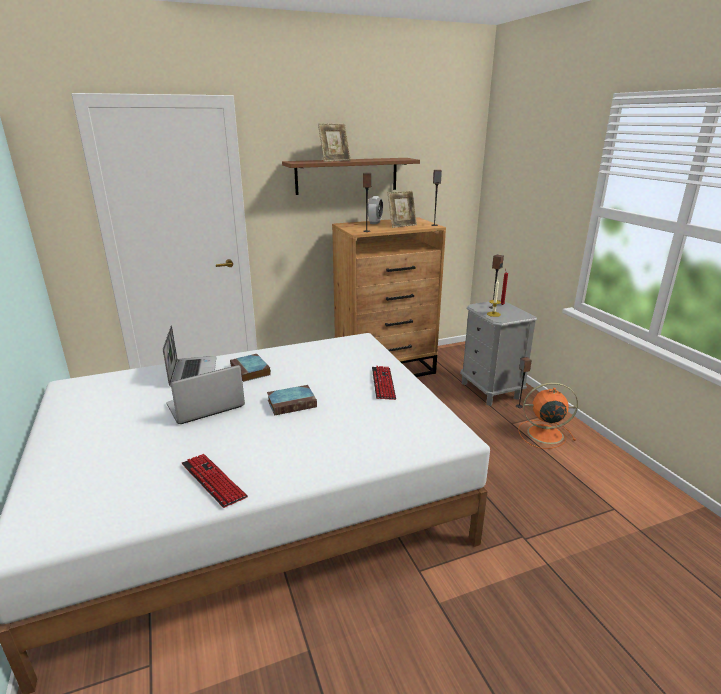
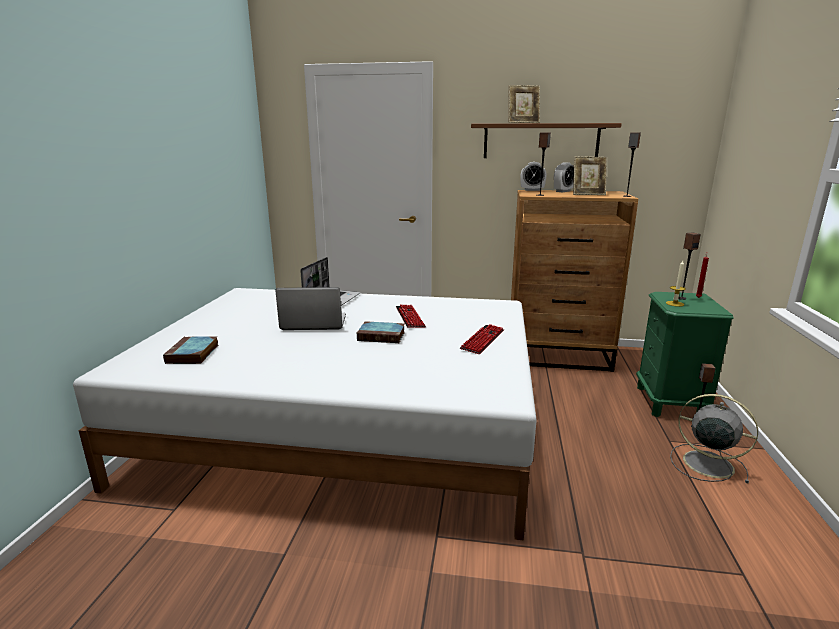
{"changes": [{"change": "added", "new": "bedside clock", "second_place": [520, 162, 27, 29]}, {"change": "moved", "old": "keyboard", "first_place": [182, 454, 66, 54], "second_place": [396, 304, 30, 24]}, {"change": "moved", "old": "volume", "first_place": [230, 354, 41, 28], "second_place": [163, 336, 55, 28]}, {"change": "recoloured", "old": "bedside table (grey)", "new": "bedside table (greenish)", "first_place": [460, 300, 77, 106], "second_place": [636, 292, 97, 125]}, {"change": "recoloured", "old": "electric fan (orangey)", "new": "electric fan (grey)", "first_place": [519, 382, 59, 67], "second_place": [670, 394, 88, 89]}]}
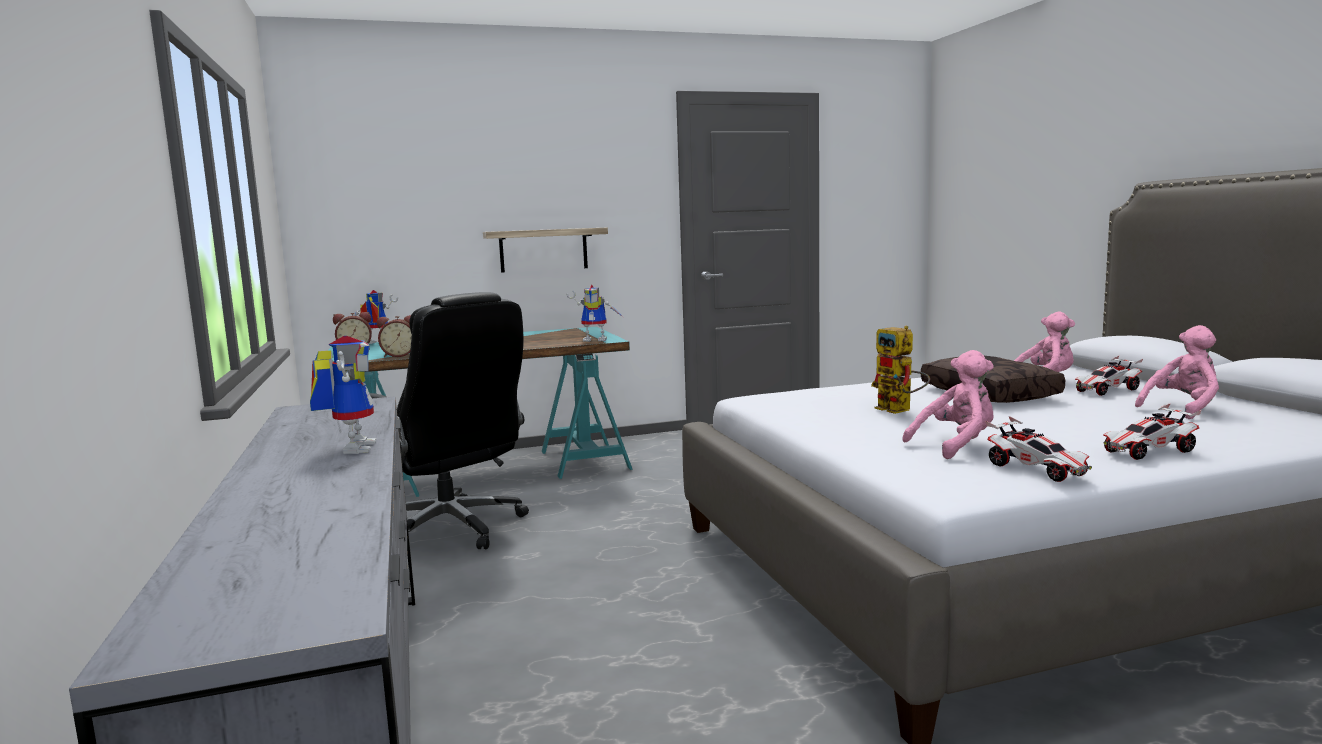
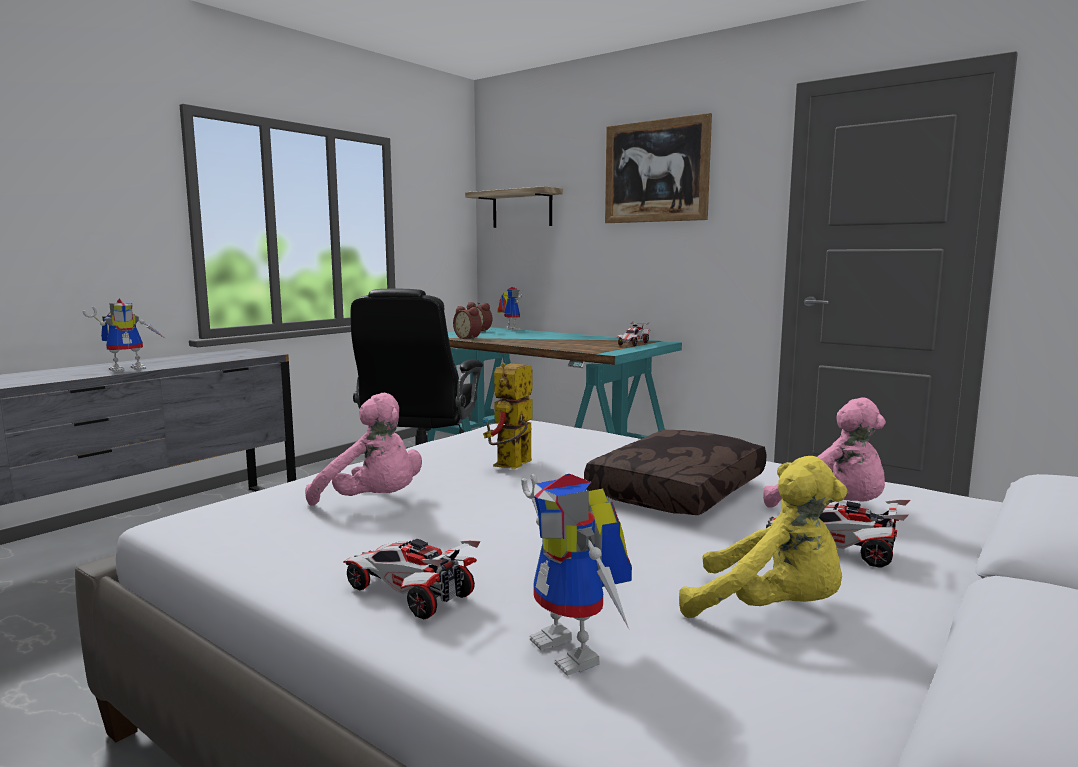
{"changes": [{"change": "added", "new": "wall picture", "second_place": [605, 113, 107, 110]}, {"change": "moved", "old": "shelf", "first_place": [483, 228, 125, 45], "second_place": [465, 186, 98, 42]}, {"change": "moved", "old": "robot figure", "first_place": [566, 284, 57, 58], "second_place": [521, 474, 111, 202]}, {"change": "moved", "old": "toy car", "first_place": [985, 416, 107, 66], "second_place": [617, 322, 33, 25]}, {"change": "recoloured", "old": "soft toy (pink-coloured)", "new": "soft toy (yellow-coloured)", "first_place": [1135, 325, 84, 94], "second_place": [679, 456, 168, 162]}]}
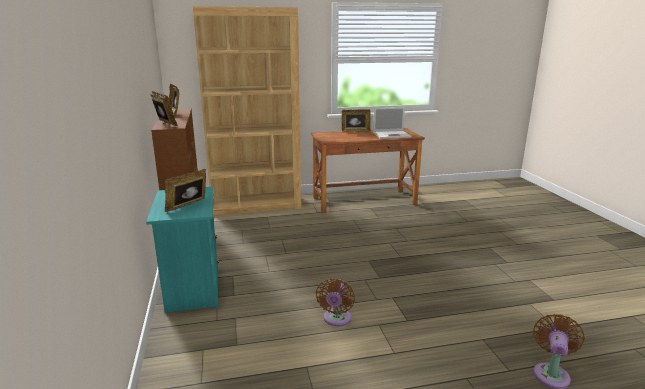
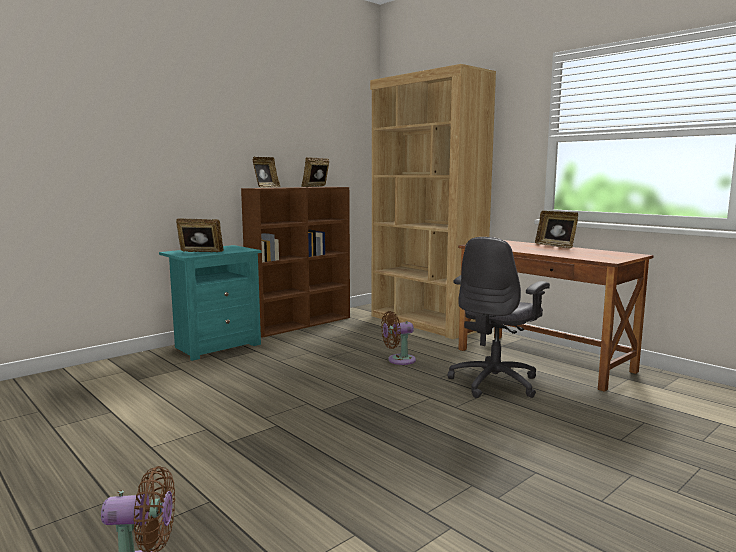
{"changes": [{"change": "removed", "old": "portable computer", "first_place": [373, 107, 39, 32]}, {"change": "added", "new": "office chair (grey)", "second_place": [447, 237, 103, 161]}, {"change": "moved", "old": "electric fan (brownish)", "first_place": [316, 278, 39, 48], "second_place": [381, 311, 35, 54]}]}
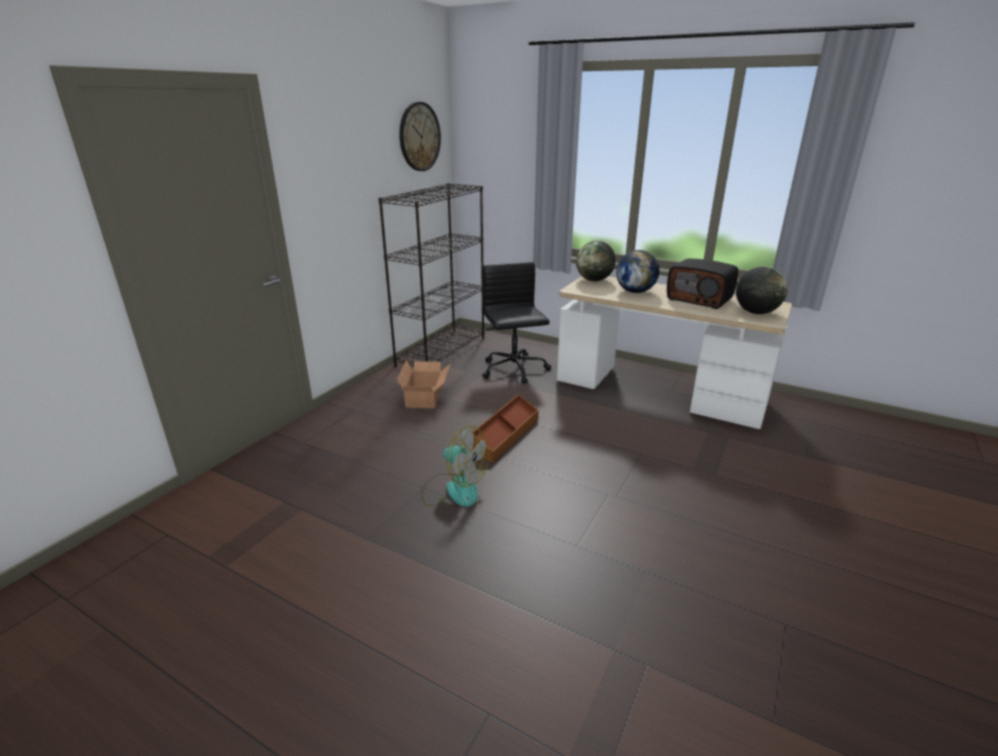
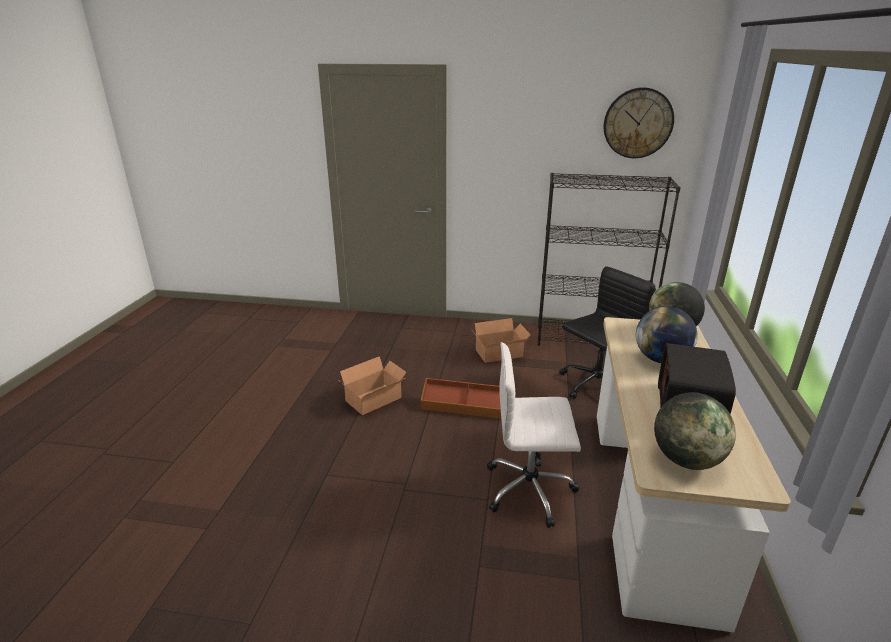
{"changes": [{"change": "added", "new": "office chair (white)", "second_place": [487, 342, 94, 186]}, {"change": "replaced", "old": "electric fan", "new": "cardboard box", "first_place": [421, 425, 68, 82], "second_place": [340, 356, 66, 59]}]}
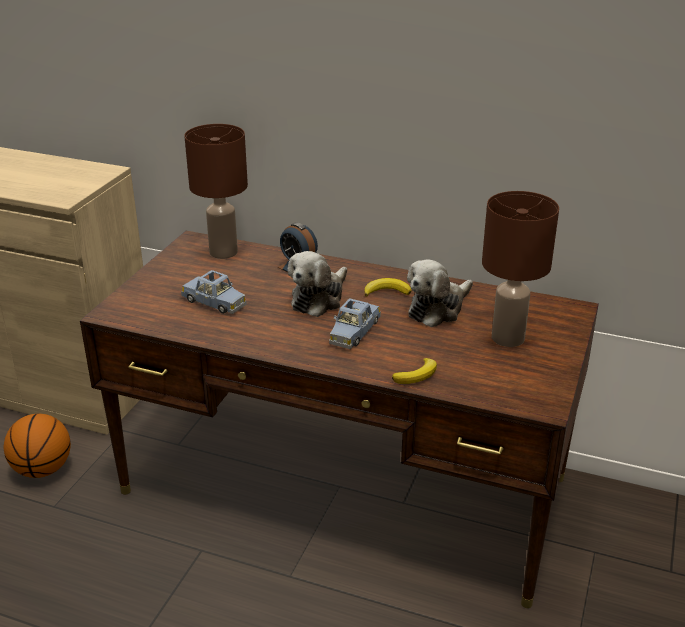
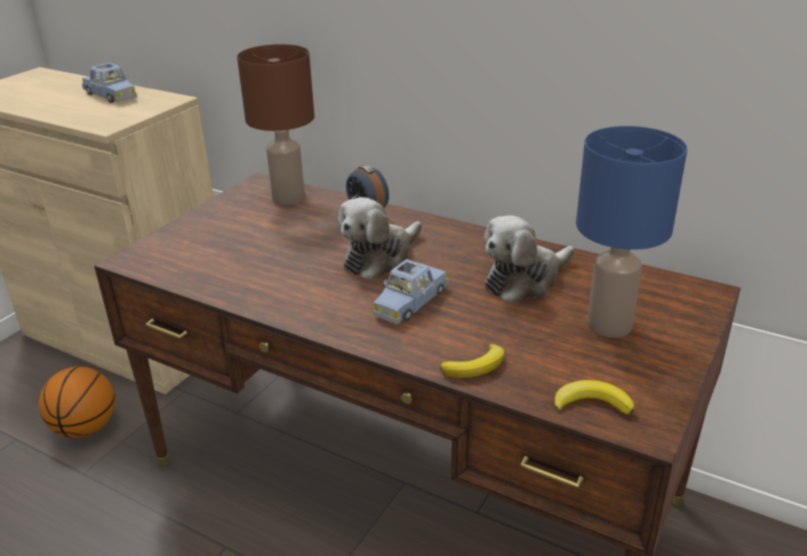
{"changes": [{"change": "moved", "old": "toy car (blue)", "first_place": [181, 270, 66, 44], "second_place": [82, 63, 55, 40]}, {"change": "moved", "old": "banana fruit", "first_place": [365, 278, 46, 19], "second_place": [554, 380, 81, 35]}, {"change": "recoloured", "old": "lamp for a table (brownish)", "new": "lamp for a table (blue)", "first_place": [482, 191, 77, 156], "second_place": [576, 126, 111, 212]}]}
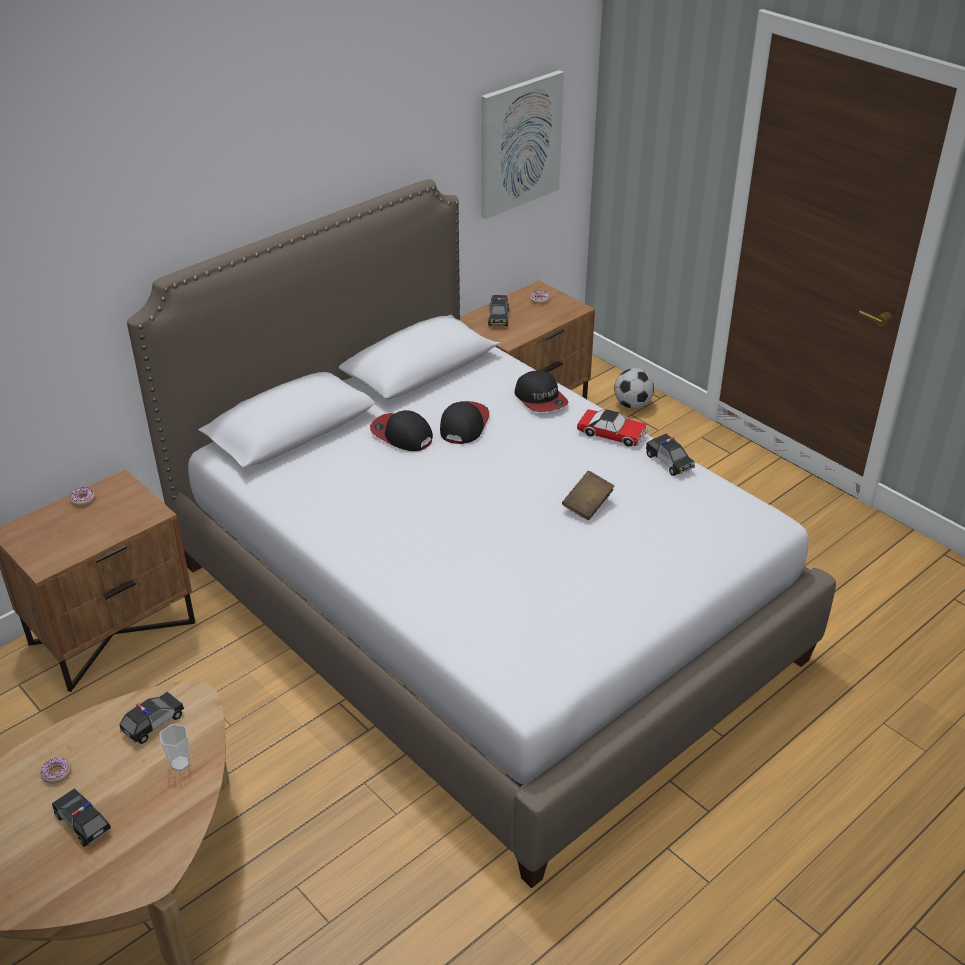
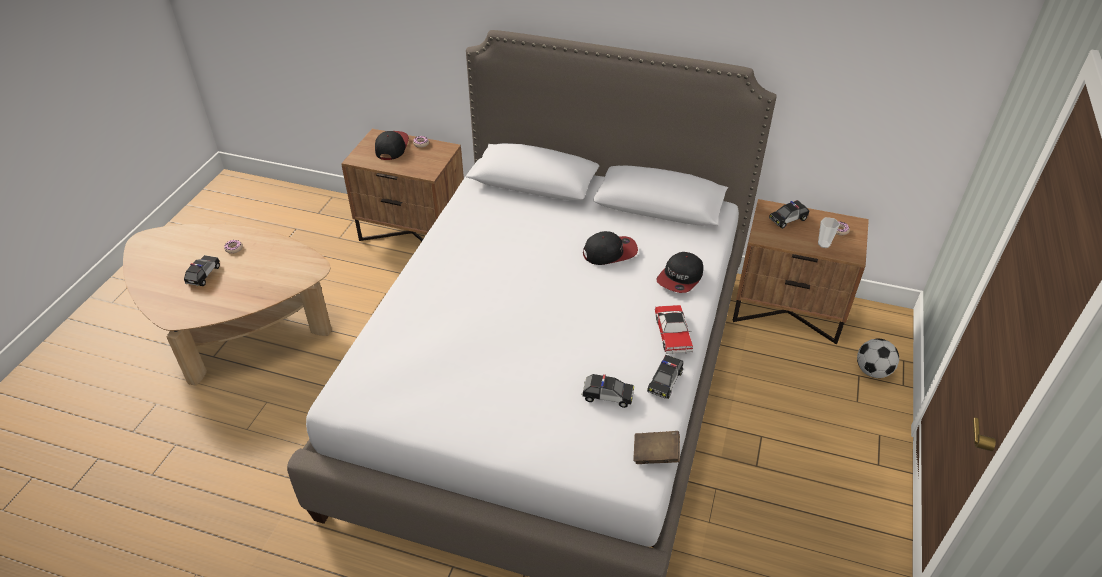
{"changes": [{"change": "removed", "old": "wall picture", "first_place": [481, 70, 83, 149]}, {"change": "moved", "old": "toy car", "first_place": [119, 692, 65, 52], "second_place": [581, 374, 53, 34]}, {"change": "moved", "old": "small cup", "first_place": [159, 724, 31, 47], "second_place": [818, 217, 22, 31]}, {"change": "moved", "old": "cap", "first_place": [370, 410, 63, 41], "second_place": [375, 131, 34, 29]}, {"change": "moved", "old": "volume (brownish)", "first_place": [562, 471, 52, 49], "second_place": [634, 431, 46, 33]}]}
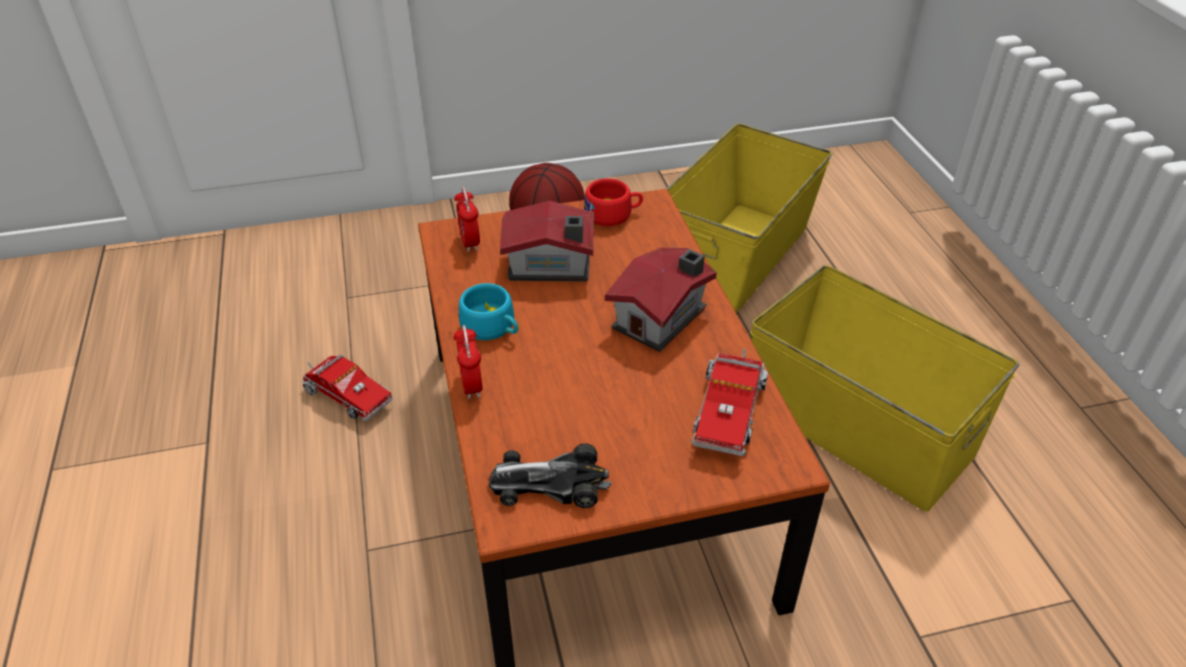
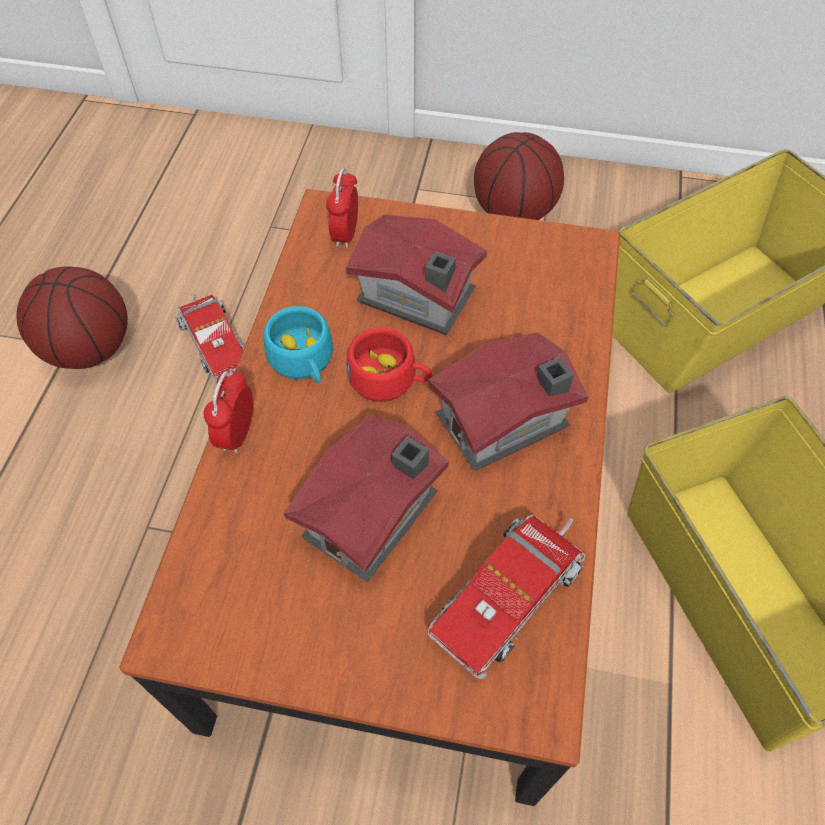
{"changes": [{"change": "removed", "old": "toy car", "first_place": [489, 443, 122, 65]}, {"change": "added", "new": "basketball ball", "second_place": [16, 266, 112, 103]}, {"change": "added", "new": "toy house", "second_place": [284, 414, 165, 169]}, {"change": "moved", "old": "small cup (red-coloured)", "first_place": [584, 178, 59, 48], "second_place": [347, 327, 85, 75]}]}
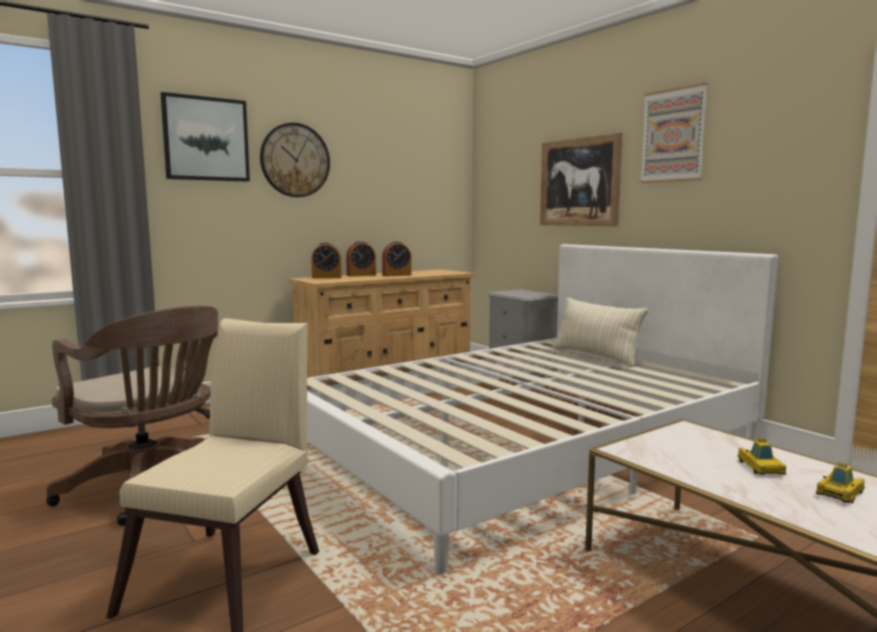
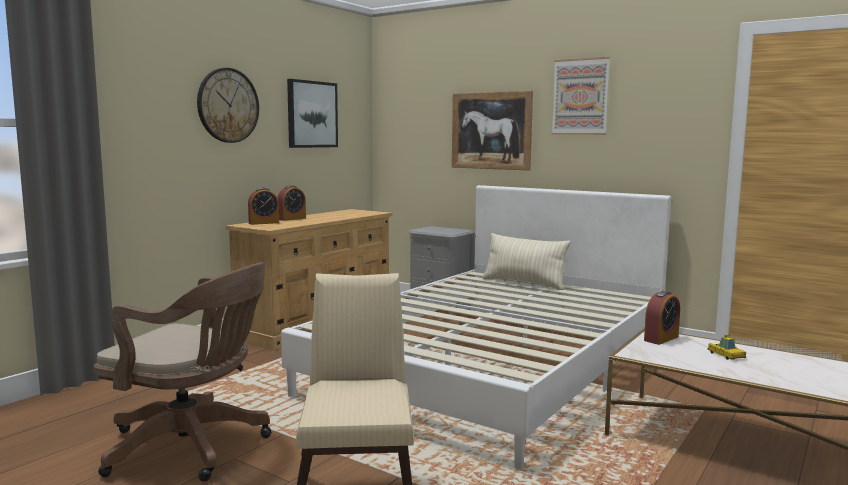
{"changes": [{"change": "removed", "old": "toy car", "first_place": [816, 462, 49, 41]}, {"change": "moved", "old": "wall picture", "first_place": [160, 92, 90, 90], "second_place": [287, 79, 51, 69]}, {"change": "moved", "old": "bedside clock", "first_place": [382, 241, 29, 35], "second_place": [644, 291, 36, 54]}]}
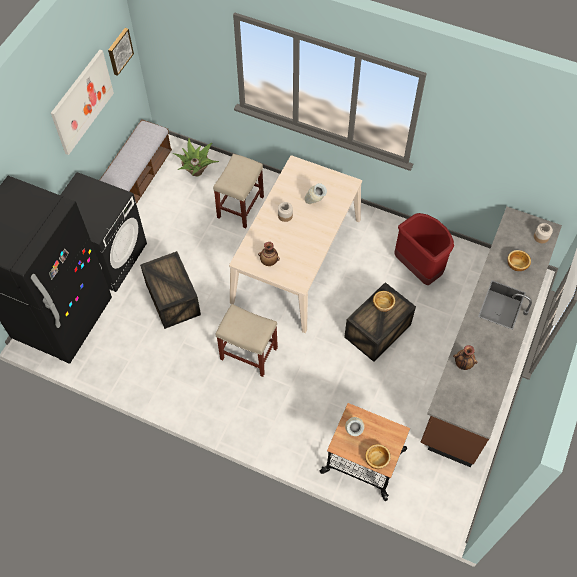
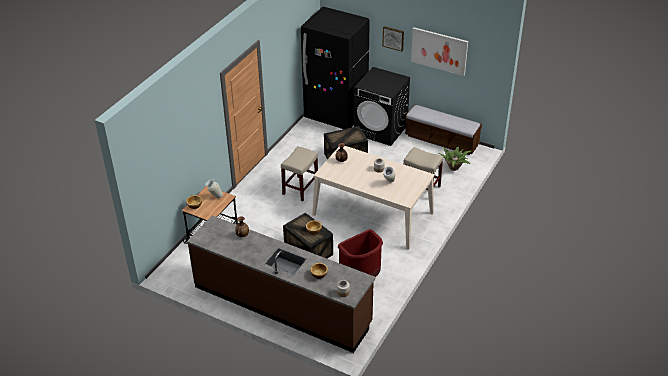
{"changes": [{"change": "moved", "old": "wall picture", "first_place": [108, 28, 26, 48], "second_place": [382, 26, 22, 26]}]}
